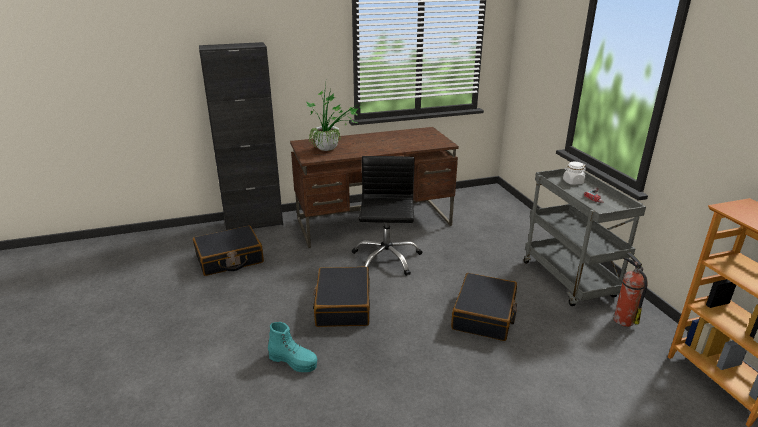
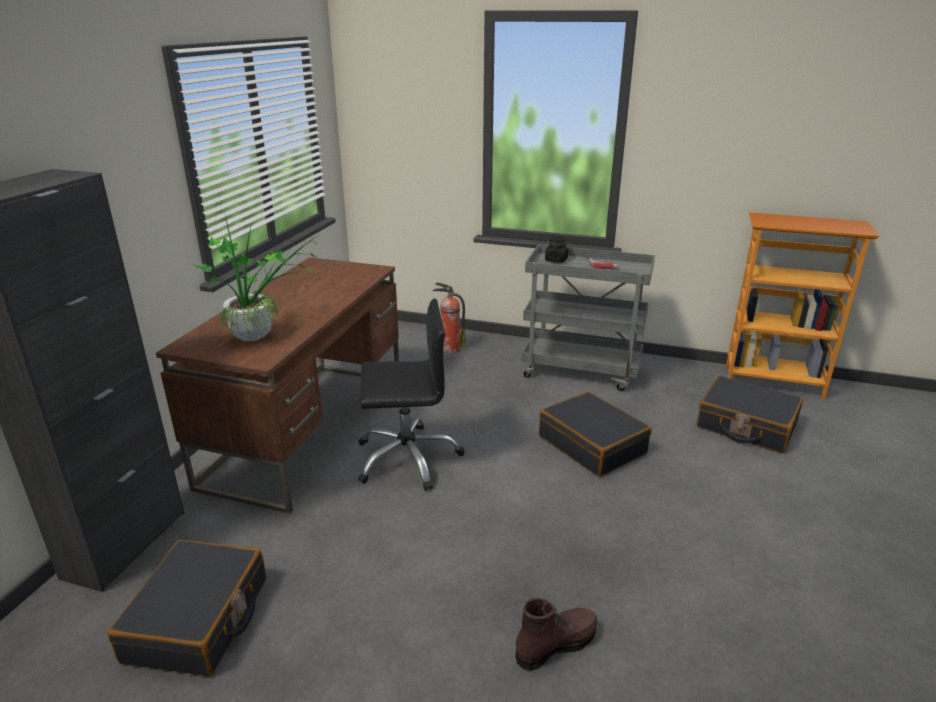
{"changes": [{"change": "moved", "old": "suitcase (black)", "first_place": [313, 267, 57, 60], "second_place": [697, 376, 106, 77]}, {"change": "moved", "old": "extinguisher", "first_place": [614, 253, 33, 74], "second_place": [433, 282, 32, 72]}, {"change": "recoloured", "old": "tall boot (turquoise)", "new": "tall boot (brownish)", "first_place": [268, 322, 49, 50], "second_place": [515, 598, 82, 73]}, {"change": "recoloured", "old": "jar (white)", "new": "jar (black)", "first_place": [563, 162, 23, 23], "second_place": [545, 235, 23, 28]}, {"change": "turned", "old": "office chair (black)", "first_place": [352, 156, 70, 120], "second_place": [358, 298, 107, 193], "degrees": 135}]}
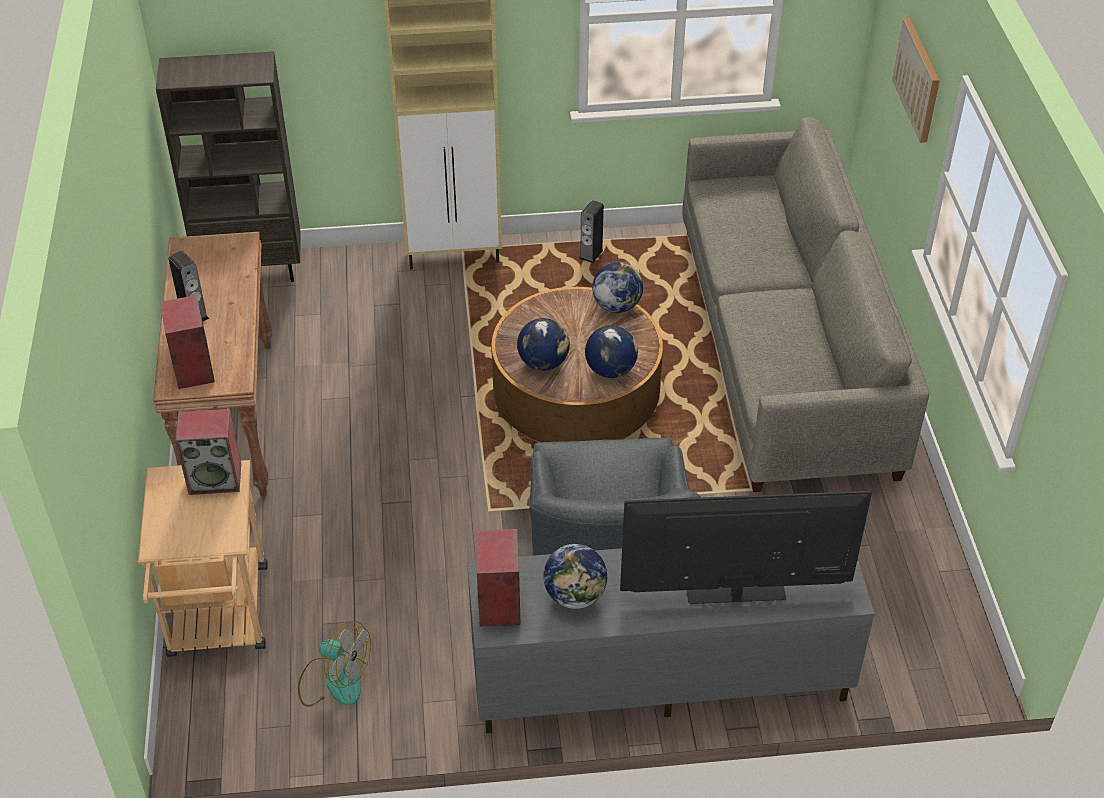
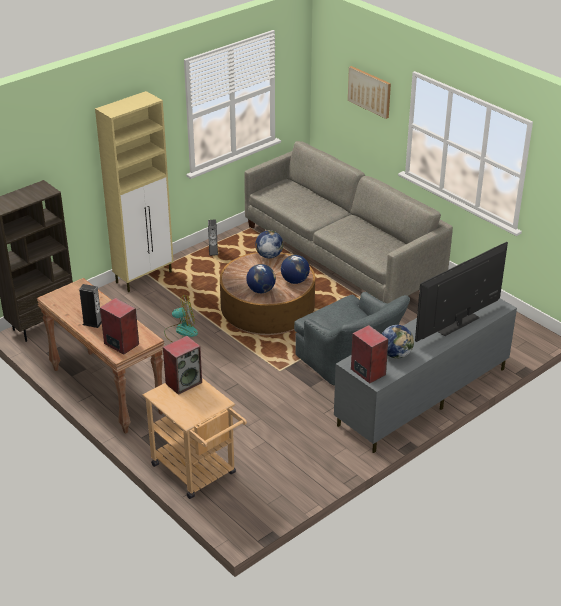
{"changes": [{"change": "moved", "old": "electric fan", "first_place": [298, 621, 73, 86], "second_place": [164, 295, 34, 47]}]}
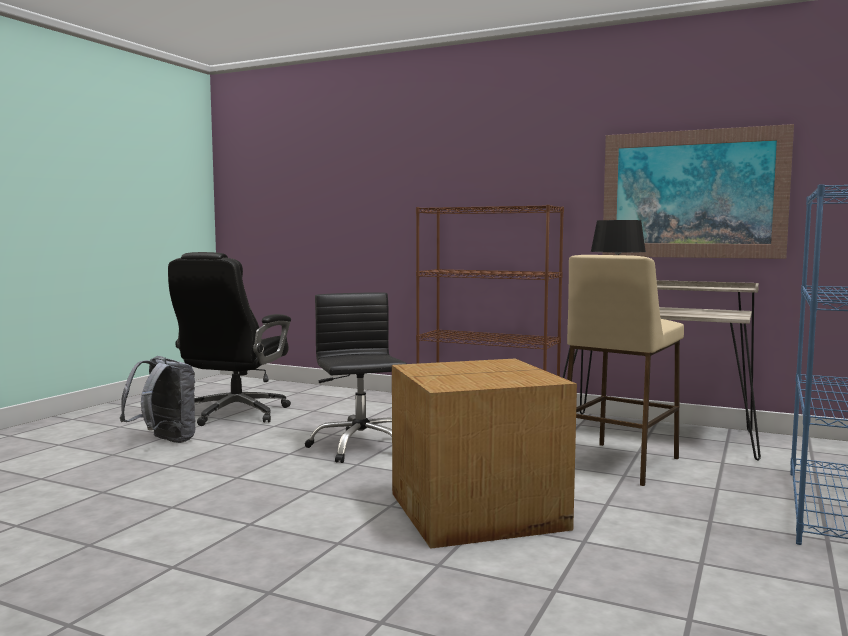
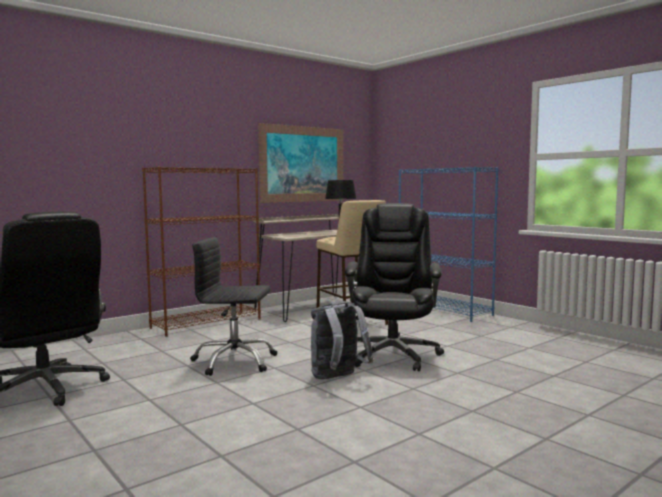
{"changes": [{"change": "moved", "old": "backpack (grey)", "first_place": [120, 356, 76, 87], "second_place": [311, 301, 63, 78]}, {"change": "replaced", "old": "cardboard box", "new": "office chair (black)", "first_place": [392, 359, 185, 190], "second_place": [345, 203, 99, 168]}]}
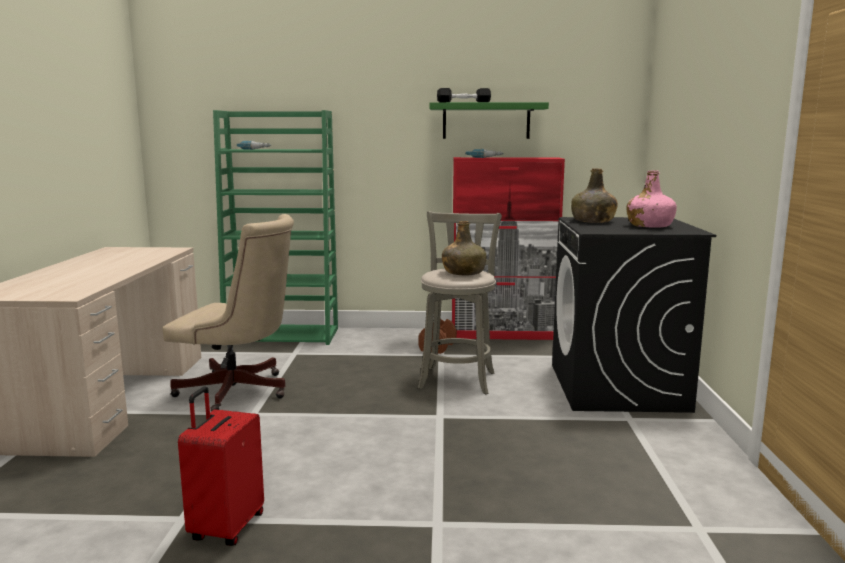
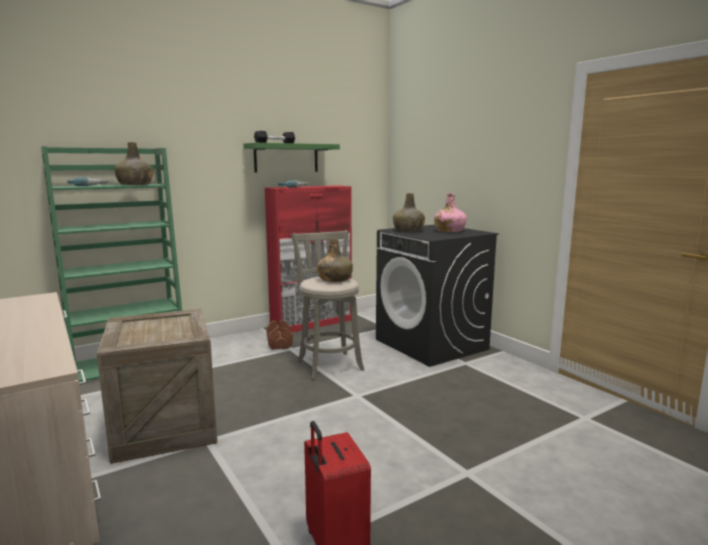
{"changes": [{"change": "added", "new": "bottle (greenish)", "second_place": [114, 142, 39, 43]}, {"change": "replaced", "old": "office chair (beige-coloured)", "new": "crate", "first_place": [162, 214, 132, 197], "second_place": [97, 309, 120, 155]}]}
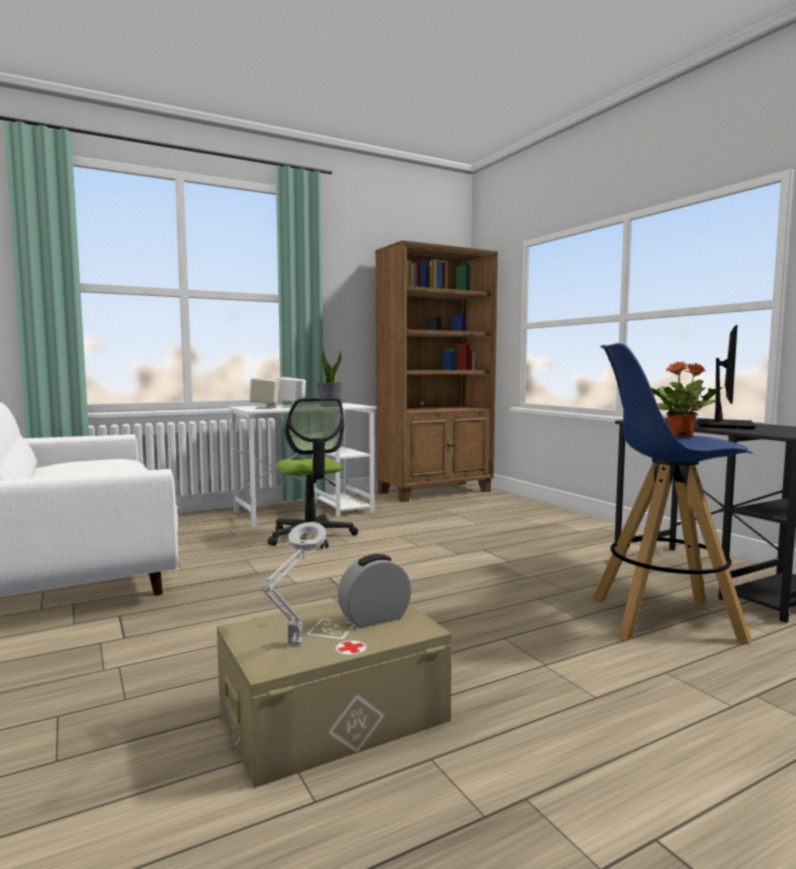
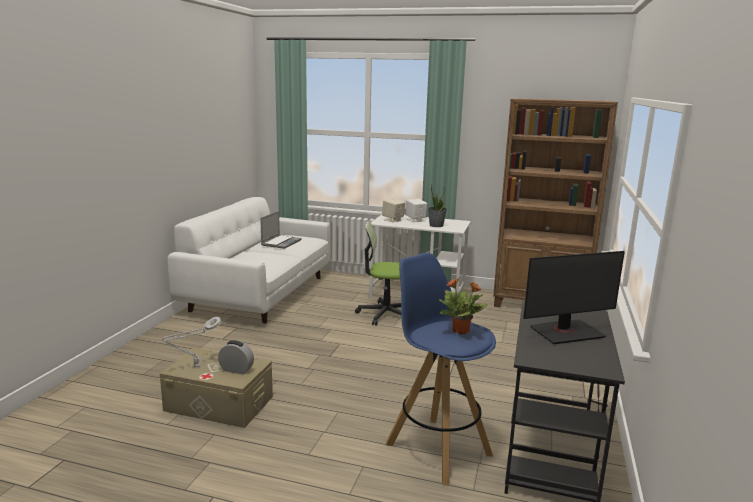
{"changes": [{"change": "added", "new": "portable computer", "second_place": [260, 211, 42, 38]}, {"change": "turned", "old": "office chair", "first_place": [268, 398, 90, 151], "second_place": [355, 221, 46, 105], "degrees": 75}]}
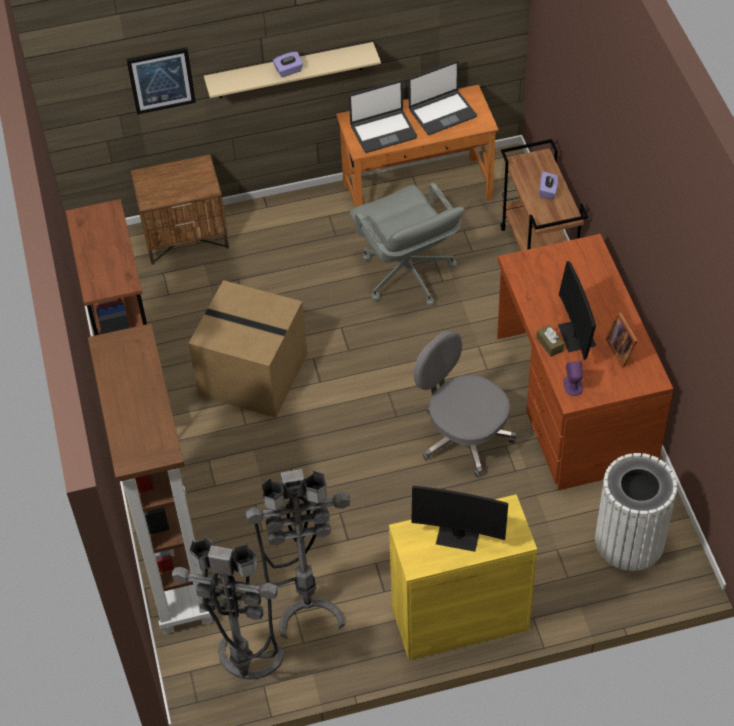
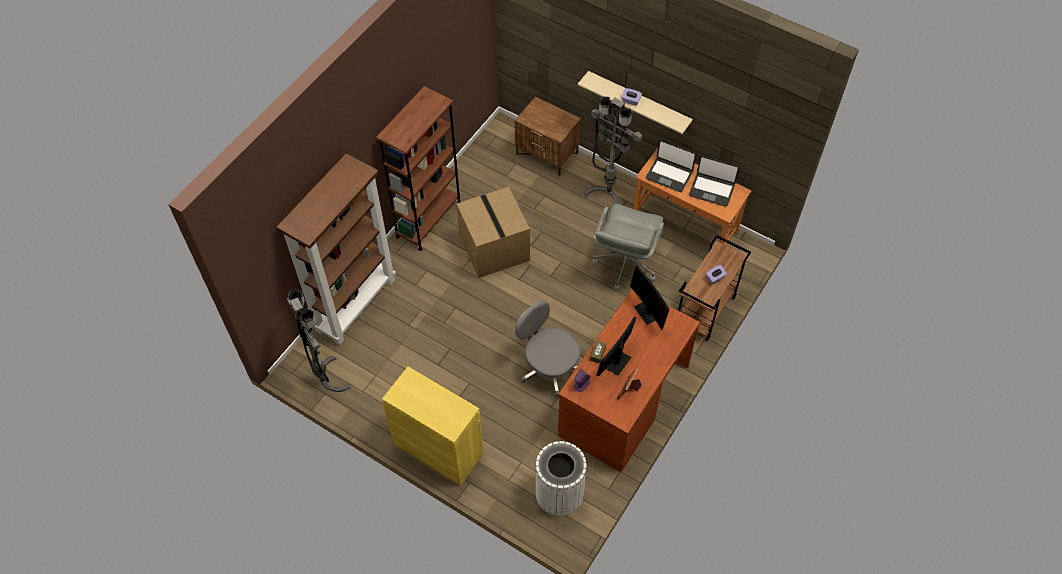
{"changes": [{"change": "removed", "old": "wall picture", "first_place": [126, 47, 70, 68]}, {"change": "moved", "old": "standard lamp (grey)", "first_place": [246, 469, 104, 170], "second_place": [584, 96, 58, 115]}, {"change": "moved", "old": "computer display", "first_place": [411, 486, 97, 66], "second_place": [630, 266, 39, 64]}, {"change": "turned", "old": "office chair (grey)", "first_place": [413, 331, 104, 147], "second_place": [515, 301, 65, 97], "degrees": -45}]}
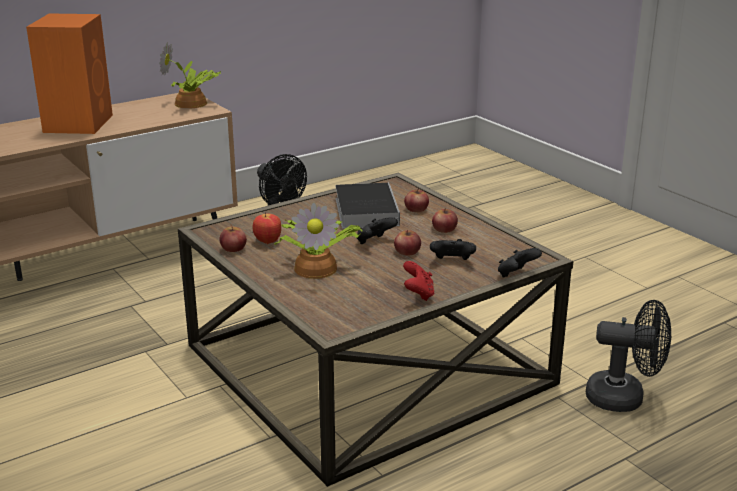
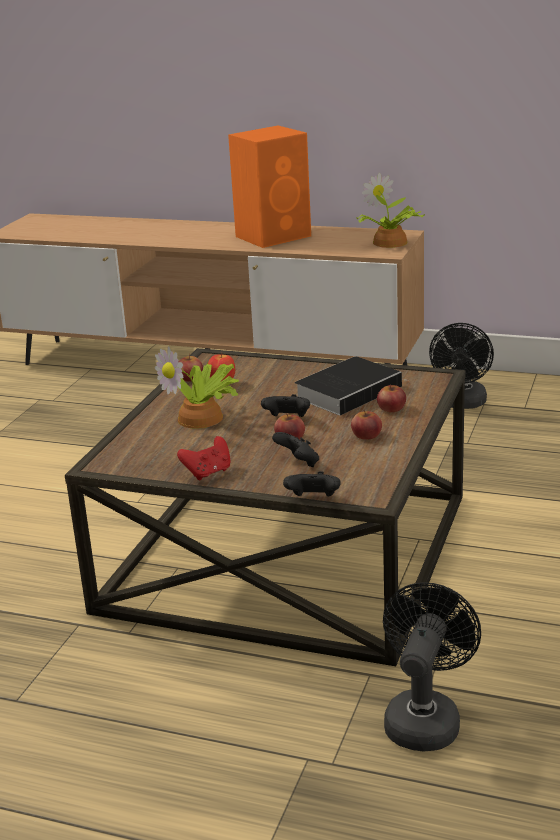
{"changes": [{"change": "turned", "old": "electric fan (black)", "first_place": [586, 300, 85, 112], "second_place": [383, 582, 98, 170], "degrees": -135}]}
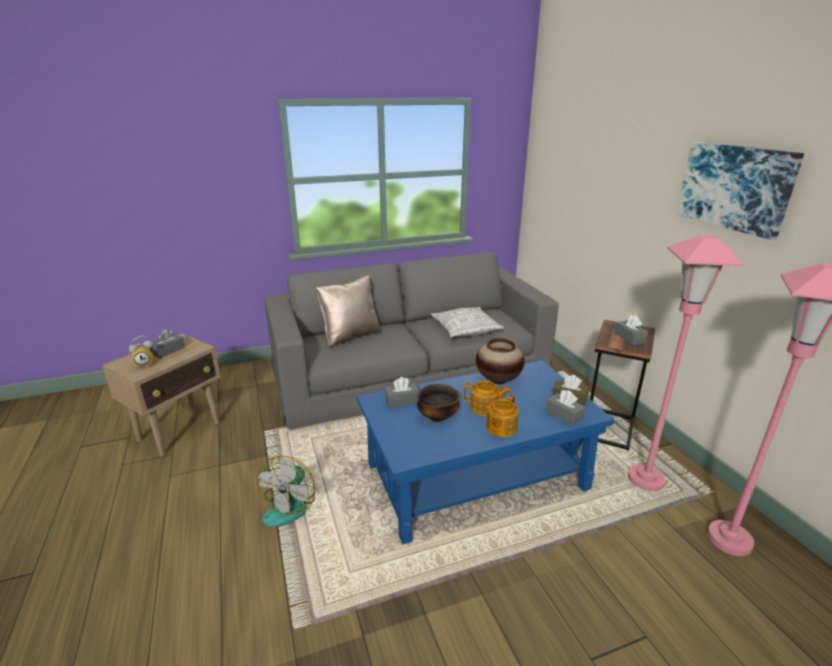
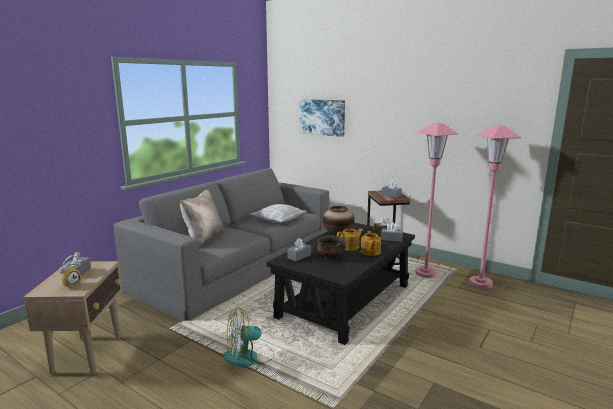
{"changes": [{"change": "moved", "old": "wall picture", "first_place": [676, 142, 128, 98], "second_place": [300, 99, 45, 38]}, {"change": "recoloured", "old": "coffee table (blue)", "new": "coffee table (black)", "first_place": [357, 360, 257, 185], "second_place": [267, 223, 148, 122]}, {"change": "turned", "old": "electric fan", "first_place": [257, 456, 58, 71], "second_place": [224, 307, 50, 61], "degrees": 90}]}
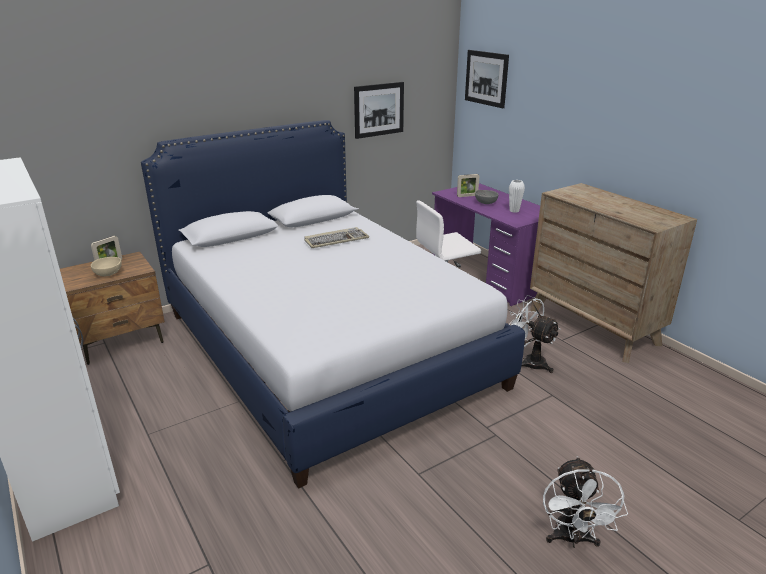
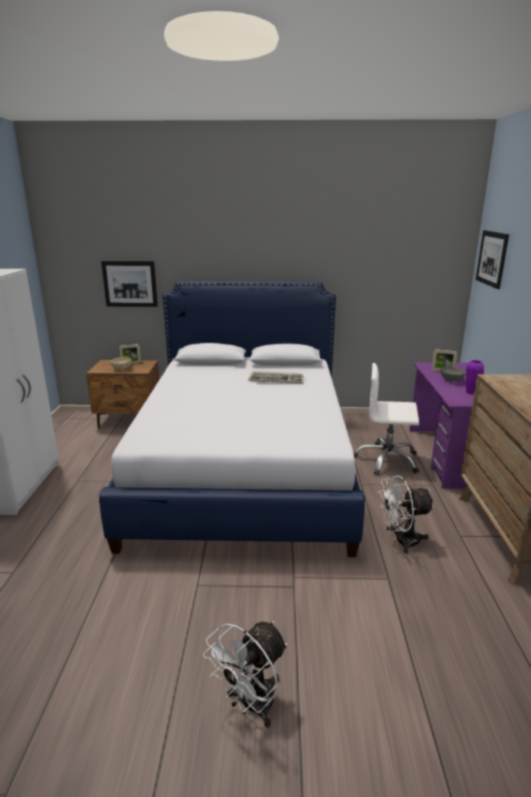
{"changes": [{"change": "moved", "old": "wall picture", "first_place": [354, 82, 50, 57], "second_place": [101, 261, 57, 46]}, {"change": "recoloured", "old": "flower vase (white)", "new": "flower vase (purplish)", "first_place": [509, 180, 16, 33], "second_place": [466, 360, 18, 34]}, {"change": "turned", "old": "electric fan (white)", "first_place": [509, 295, 51, 78], "second_place": [378, 475, 56, 79], "degrees": -90}]}
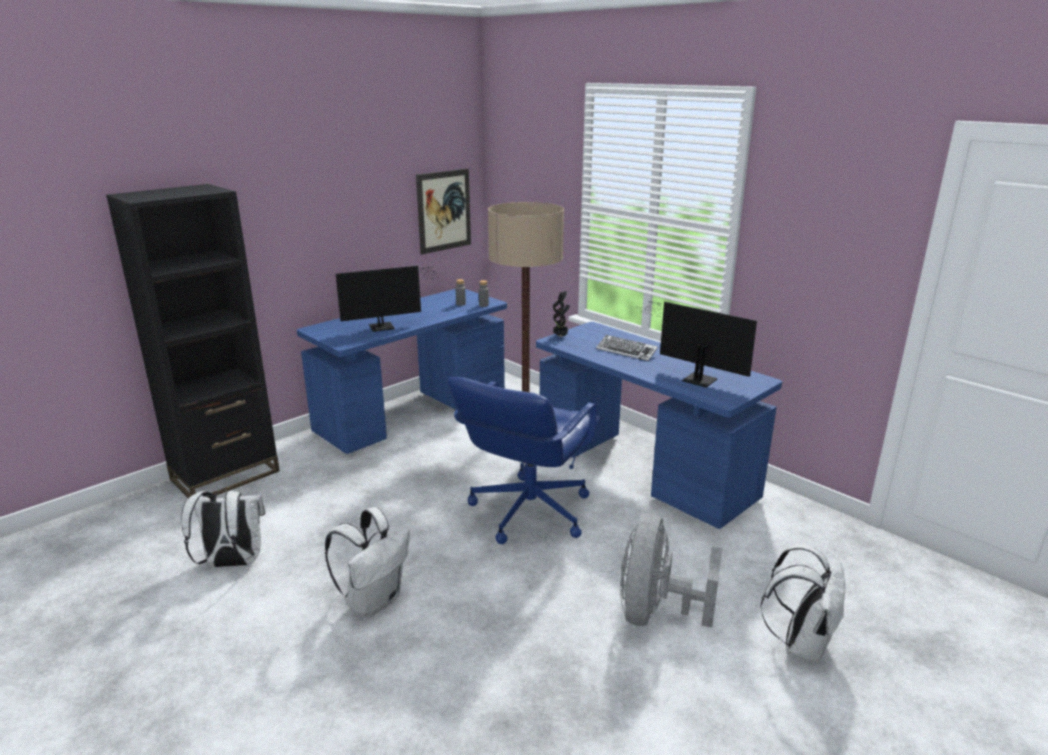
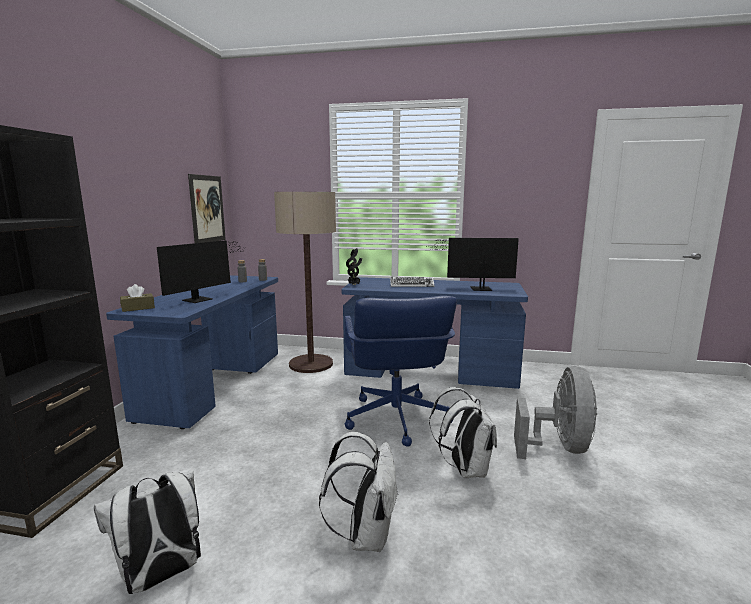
{"changes": [{"change": "added", "new": "tissue holder (brownish)", "second_place": [120, 284, 35, 28]}, {"change": "moved", "old": "backpack (white)", "first_place": [760, 543, 85, 120], "second_place": [429, 387, 68, 91]}, {"change": "turned", "old": "electric fan (grey)", "first_place": [620, 514, 102, 114], "second_place": [514, 366, 83, 93], "degrees": -150}]}
